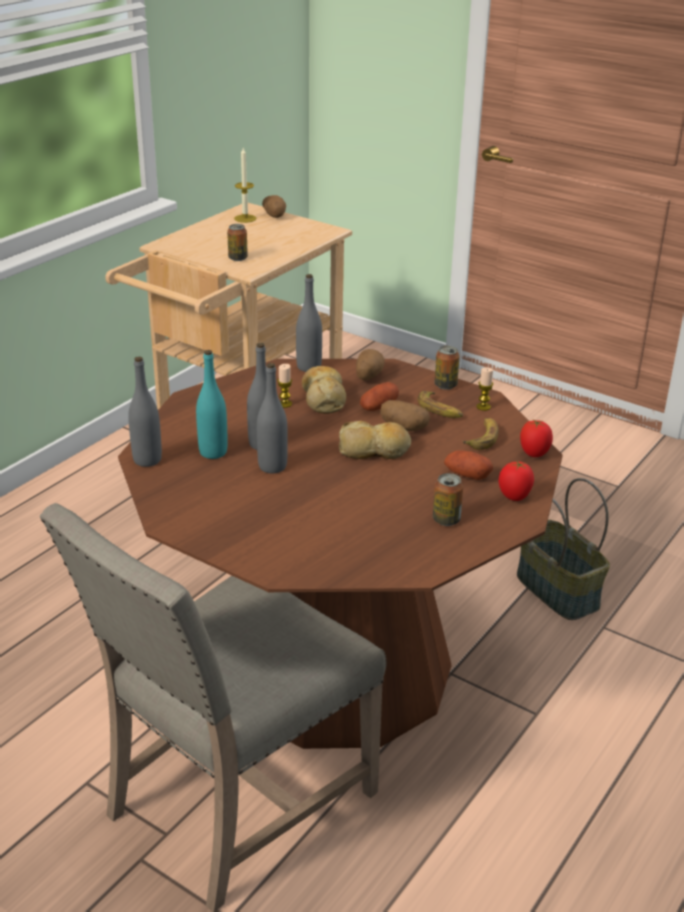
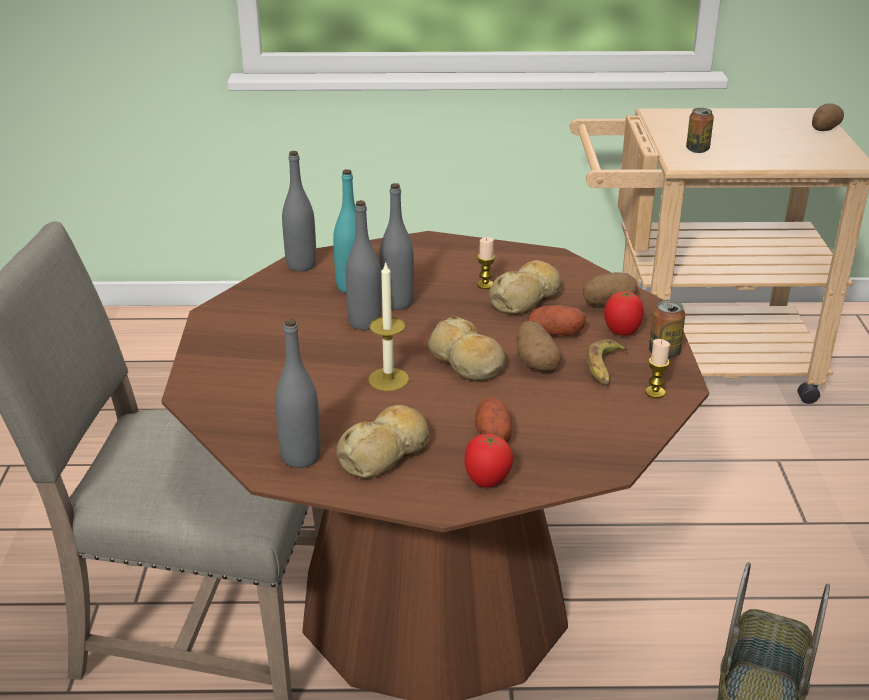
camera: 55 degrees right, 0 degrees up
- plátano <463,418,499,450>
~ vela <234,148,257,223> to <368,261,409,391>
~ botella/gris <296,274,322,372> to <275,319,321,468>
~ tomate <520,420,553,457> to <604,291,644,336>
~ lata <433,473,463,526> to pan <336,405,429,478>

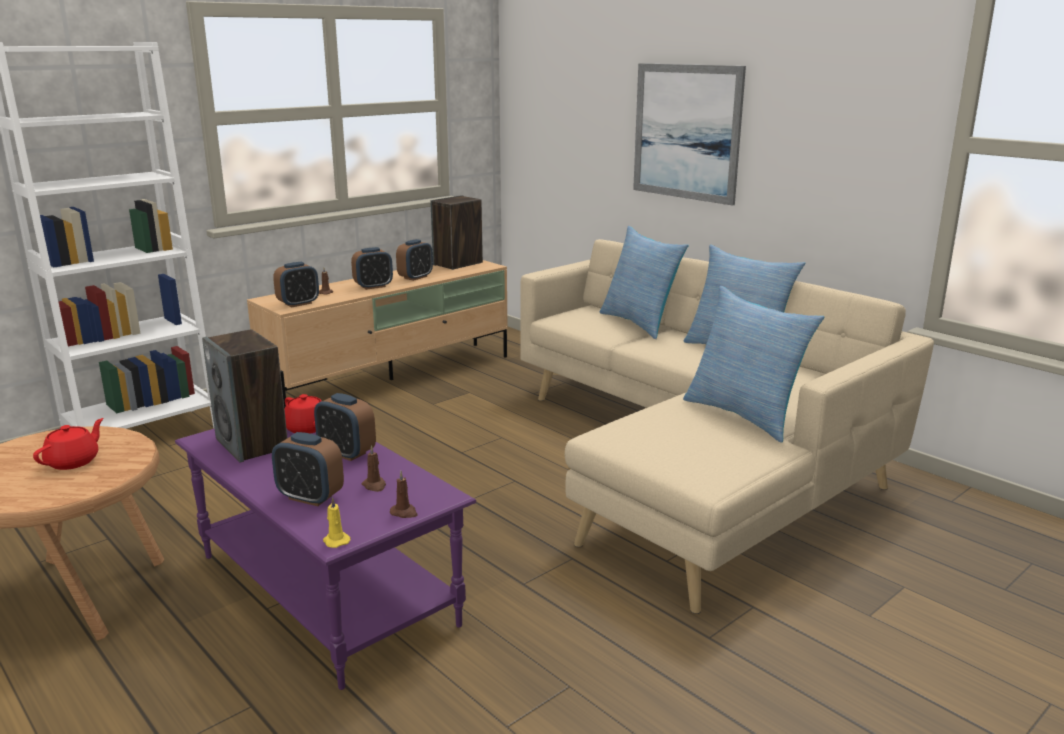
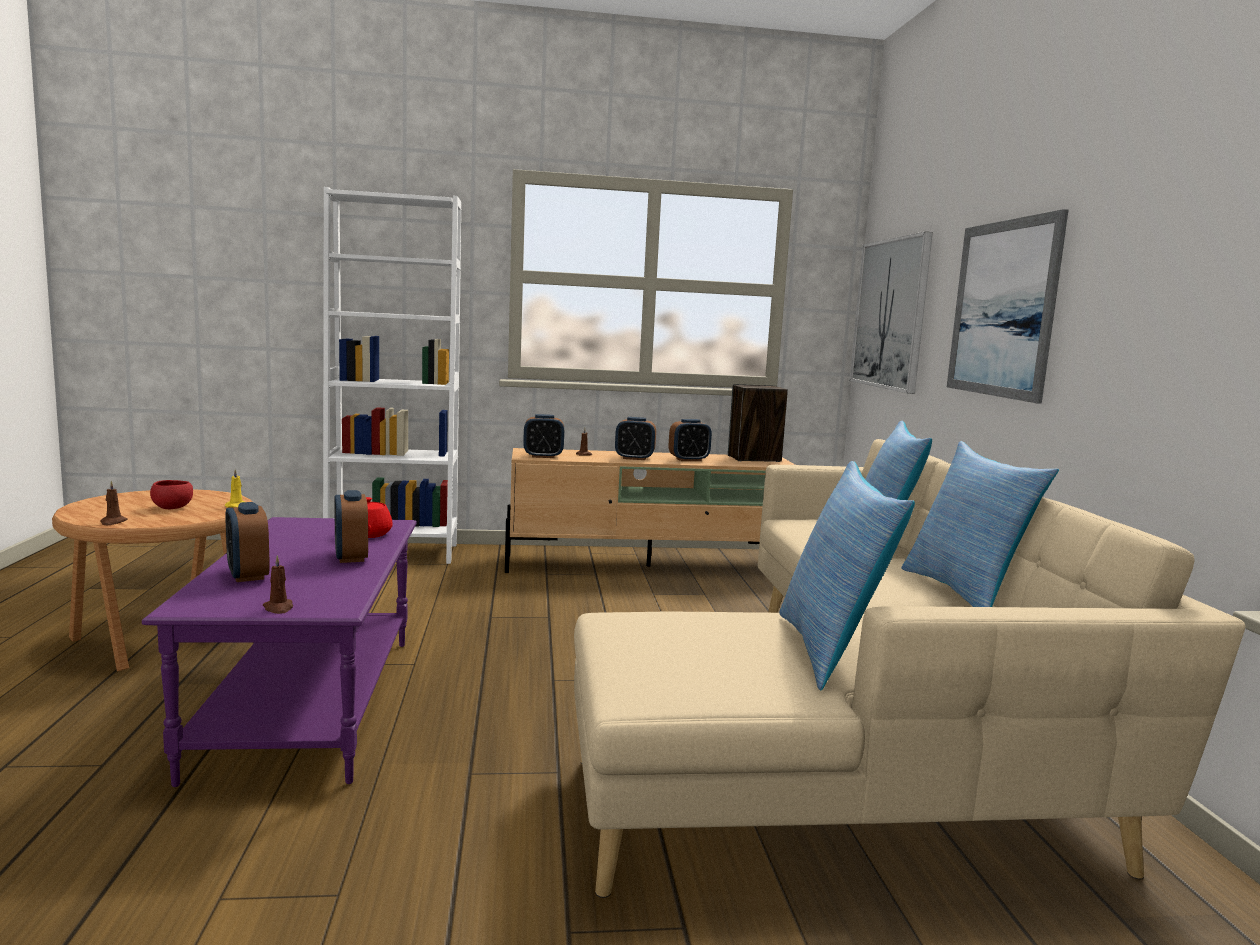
camera: 35 degrees right, 10 degrees down
- altavoz <202,329,287,463>
+ cuadro <850,232,933,394>
~ vela/amarillo <323,497,351,548> to <225,469,245,508>
~ vela/marrón <361,445,386,492> to <100,481,128,525>
~ tetera/rojo <33,418,104,470> to cuenco/rojo <150,480,193,509>

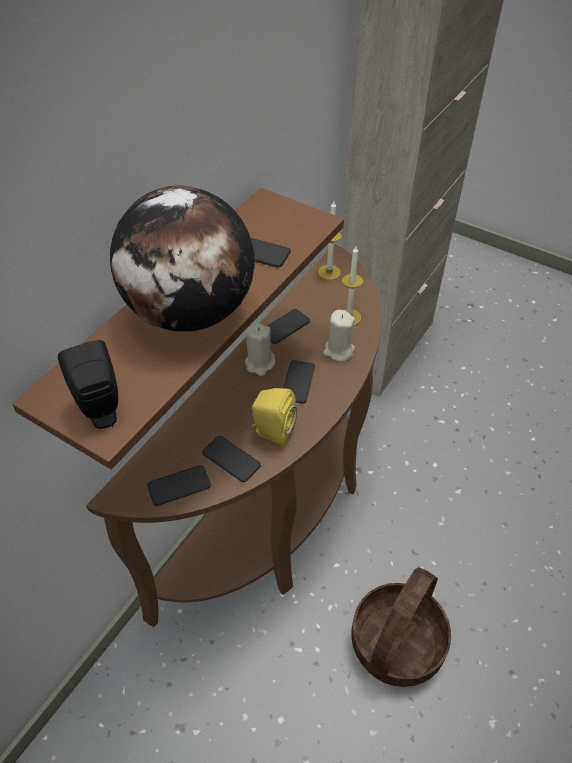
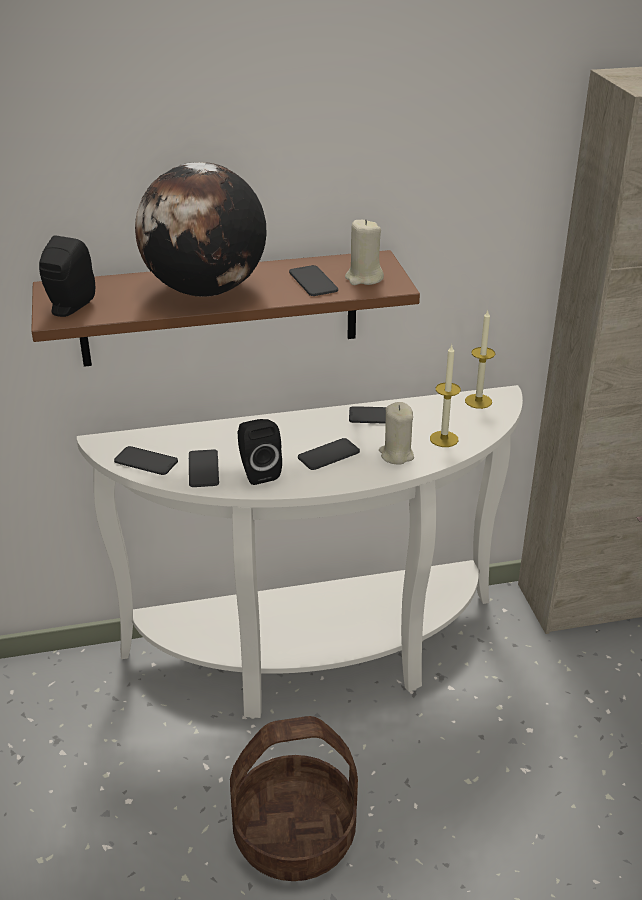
camera: 45 degrees right, 15 degrees down
~ vela/beis <245,323,275,376> to <345,219,384,285>
~ mesa consola/marrón <86,244,381,627> to mesa consola/blanco <77,385,523,719>
~ altavoz/amarillo <252,388,297,447> to altavoz/negro <238,419,282,485>

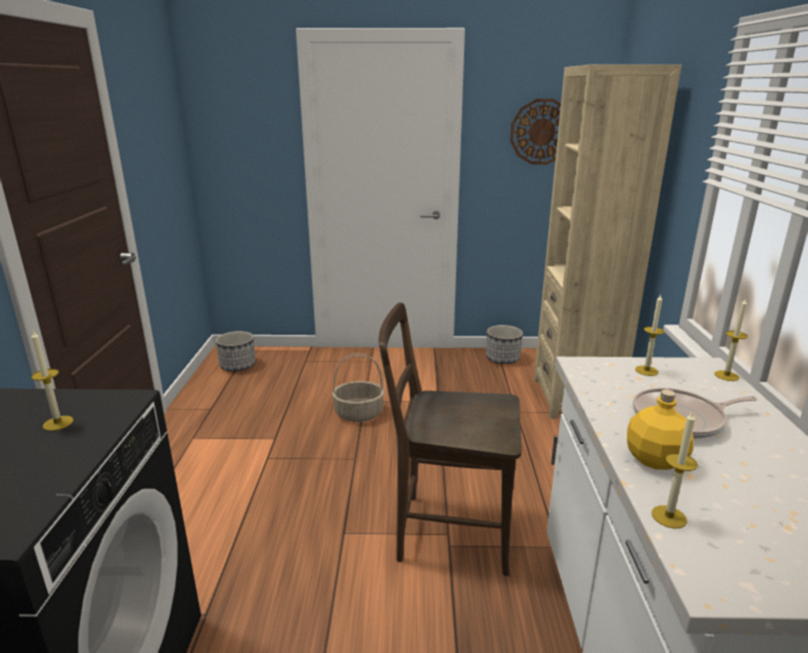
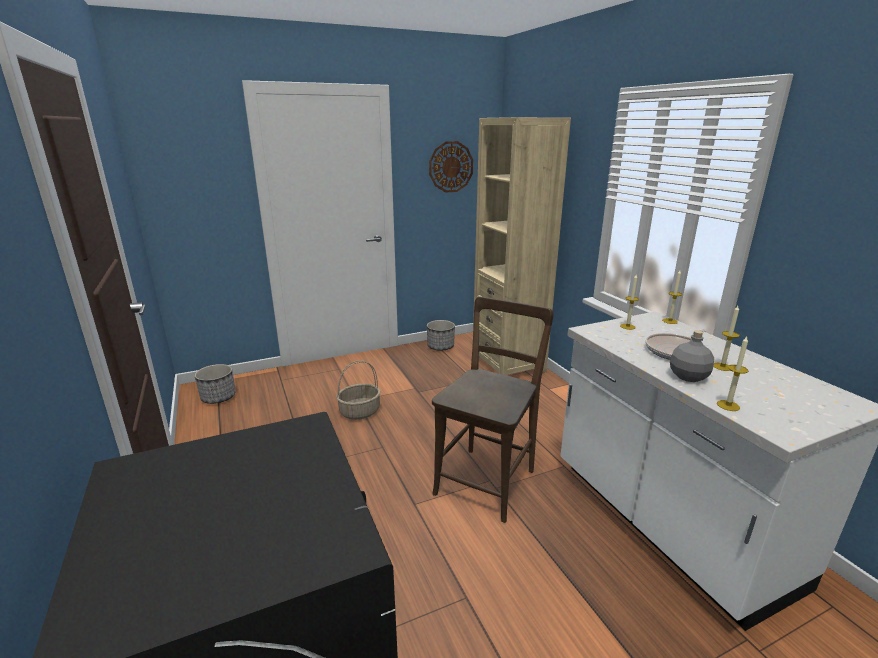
camera: 25 degrees left, 0 degrees up
~ vela <31,330,74,431> to <713,306,739,371>
~ botella/amarillo <627,389,694,470> to botella/gris <670,330,714,382>
~ silla/marrón <379,302,522,576> = <432,296,554,523> 135 degrees clockwise

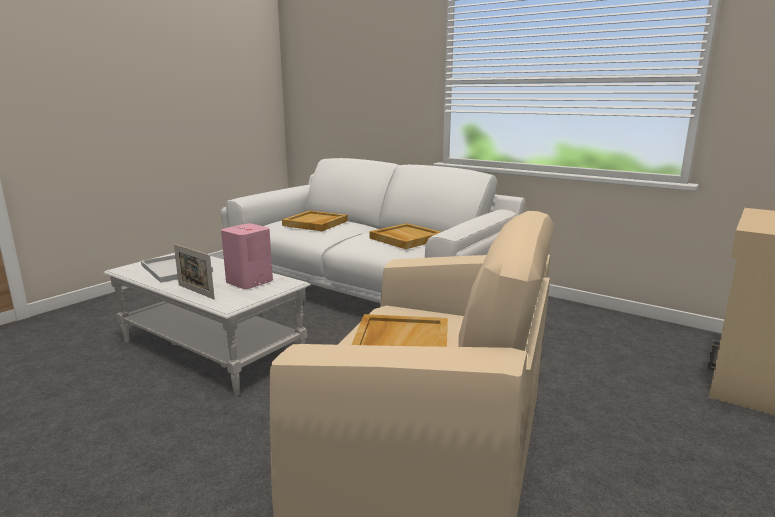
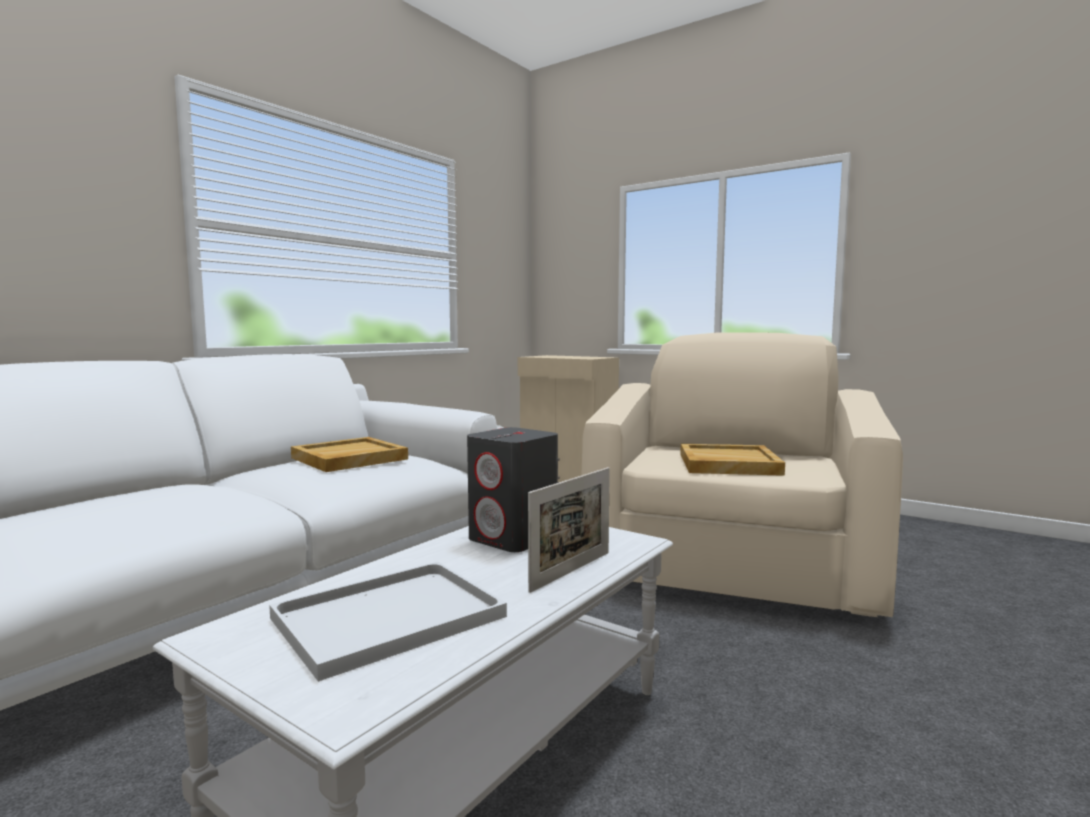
camera: 90 degrees left, 10 degrees down
- bandeja/beis <282,210,348,231>
~ altavoz/rosa <221,223,273,289> to altavoz/gris <467,427,558,552>

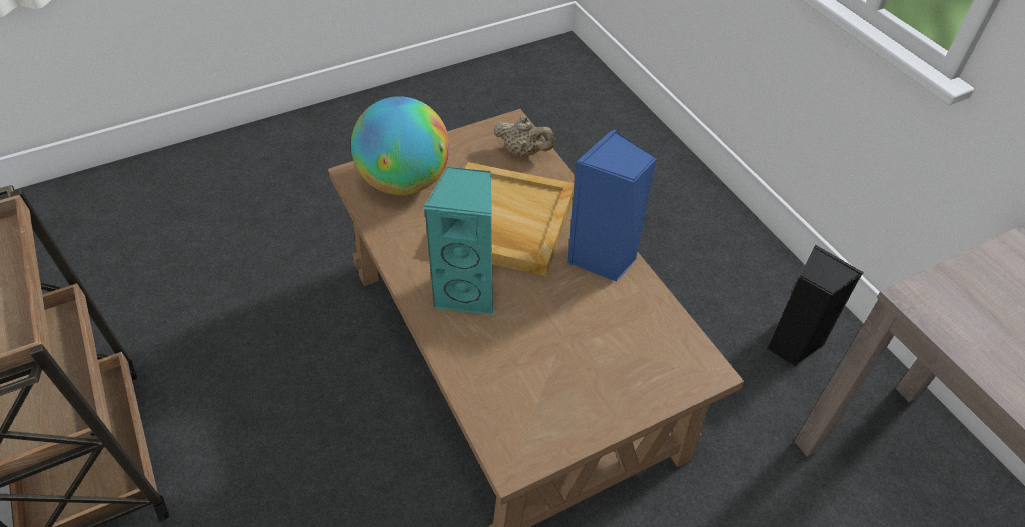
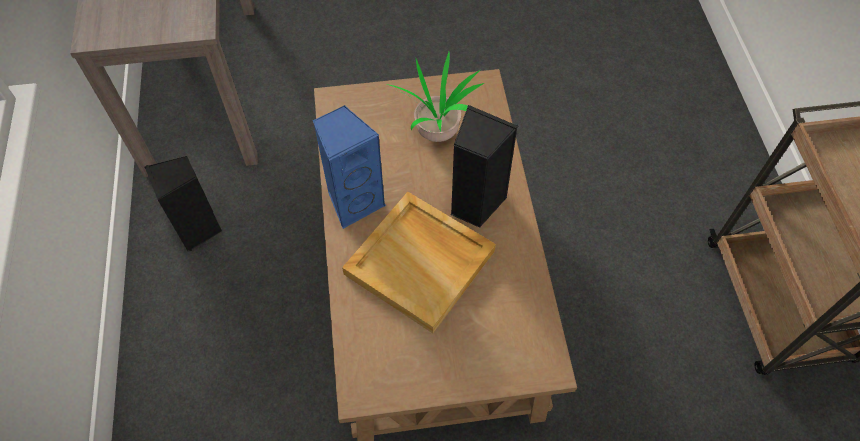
camera: 160 degrees left, 10 degrees up
- globo terráqueo <351,96,450,195>
- tetera/beis <493,115,555,157>
+ planta en maceta <385,52,484,142>
~ altavoz/turquesa <423,166,493,315> to altavoz/negro <451,105,519,228>

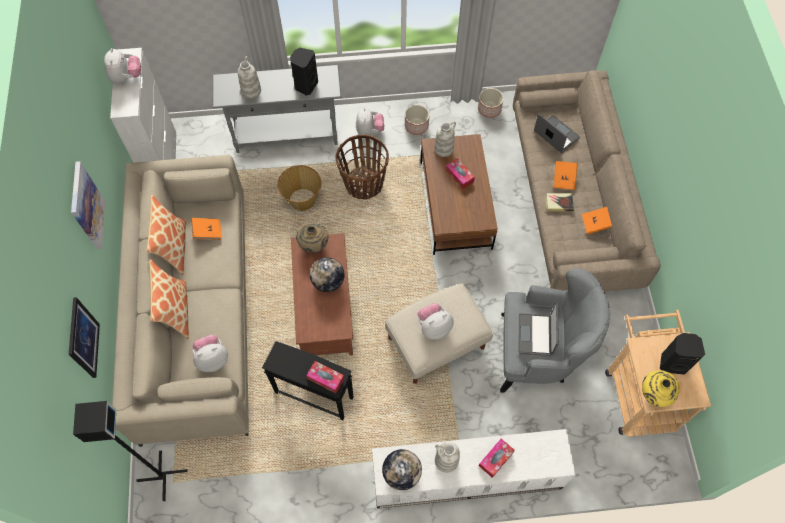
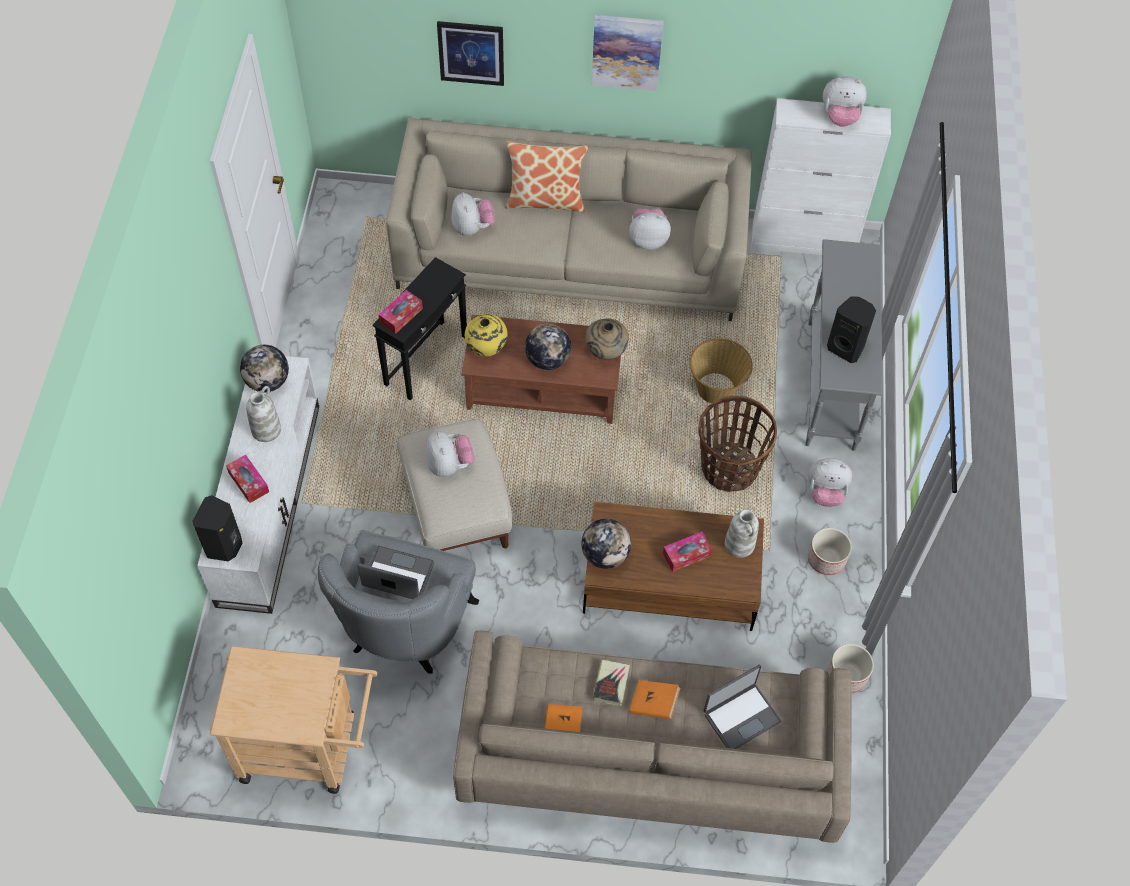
camera: 100 degrees right, 5 degrees down
- lámpara de pie/negro <73,401,188,501>
- cojín <146,194,186,275>
- florero/blanco <238,56,261,99>
+ globo terráqueo <581,519,631,569>
~ florero/amarillo <642,370,680,407> to <465,314,508,356>
~ altavoz/negro <660,333,705,375> to <192,495,243,561>
~ libro/naranja <191,218,222,240> to peluche <629,208,671,250>

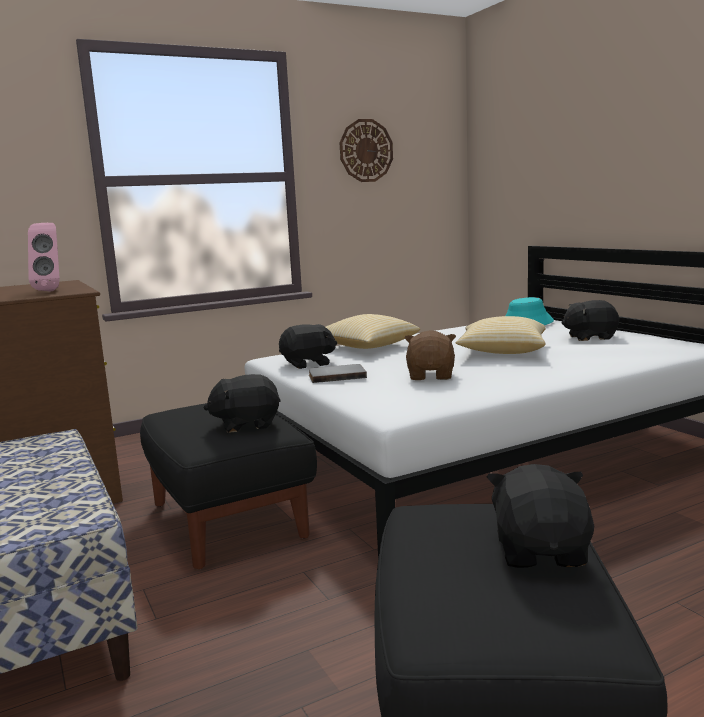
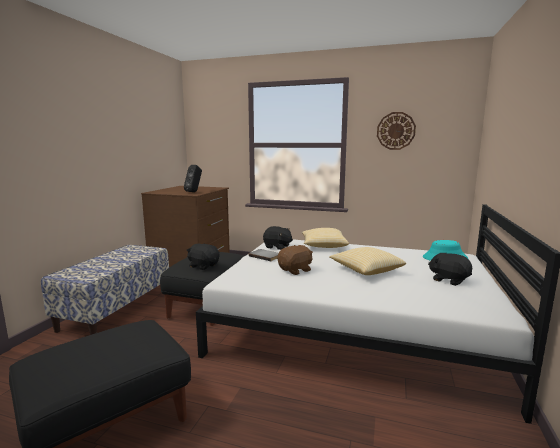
camera: 45 degrees right, 0 degrees up
- peluche/negro <487,464,594,568>
~ altavoz/rosa <28,223,59,291> to altavoz/negro <184,165,202,192>

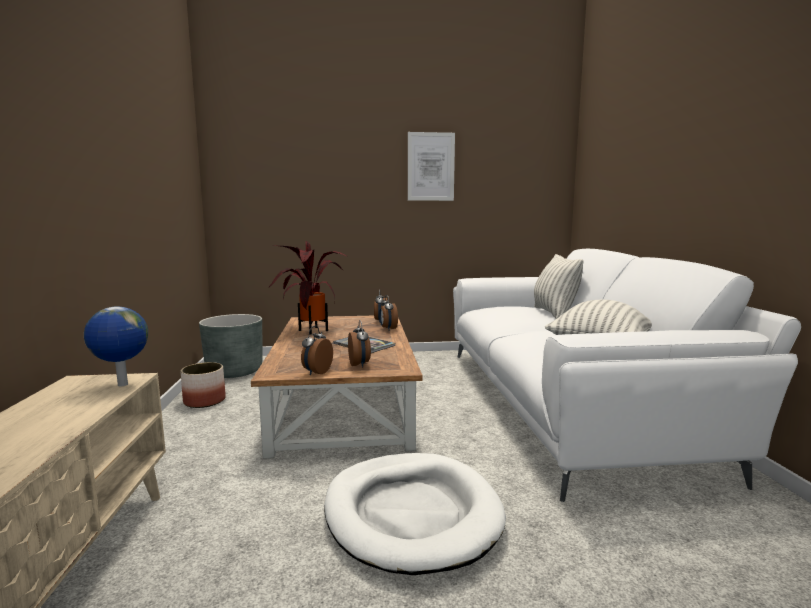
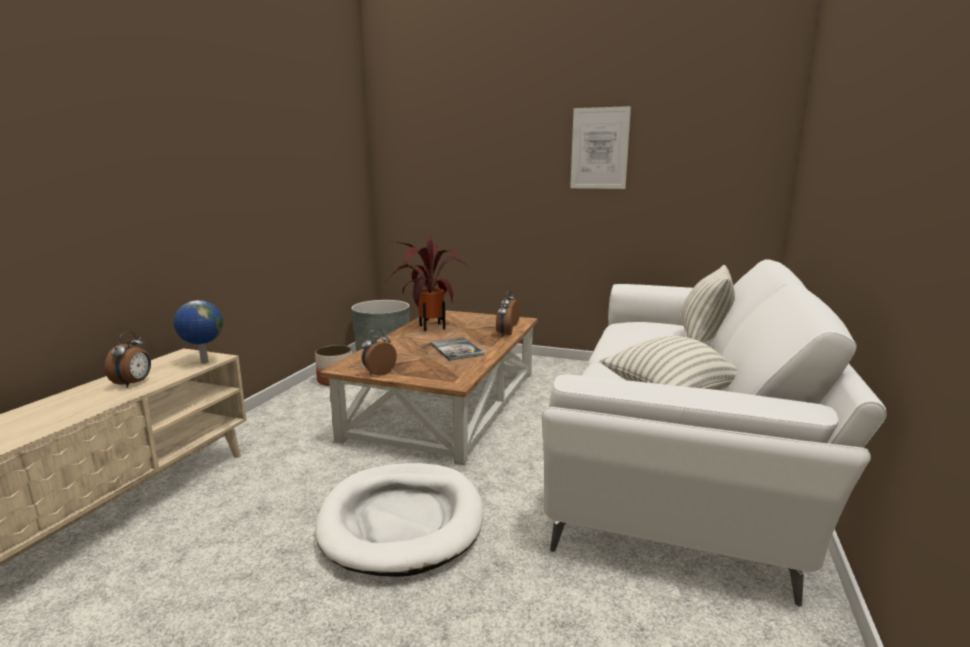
camera: 25 degrees right, 5 degrees up
~ despertador <348,320,371,367> to <105,331,151,388>

